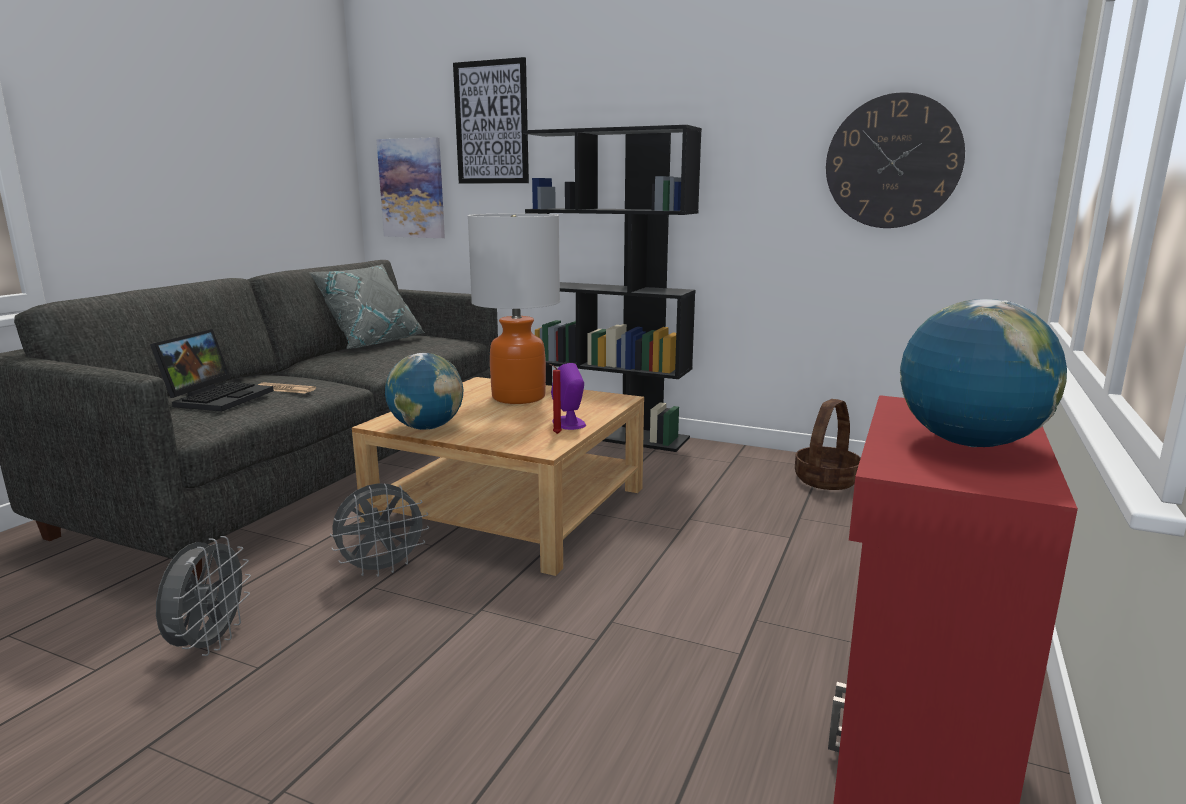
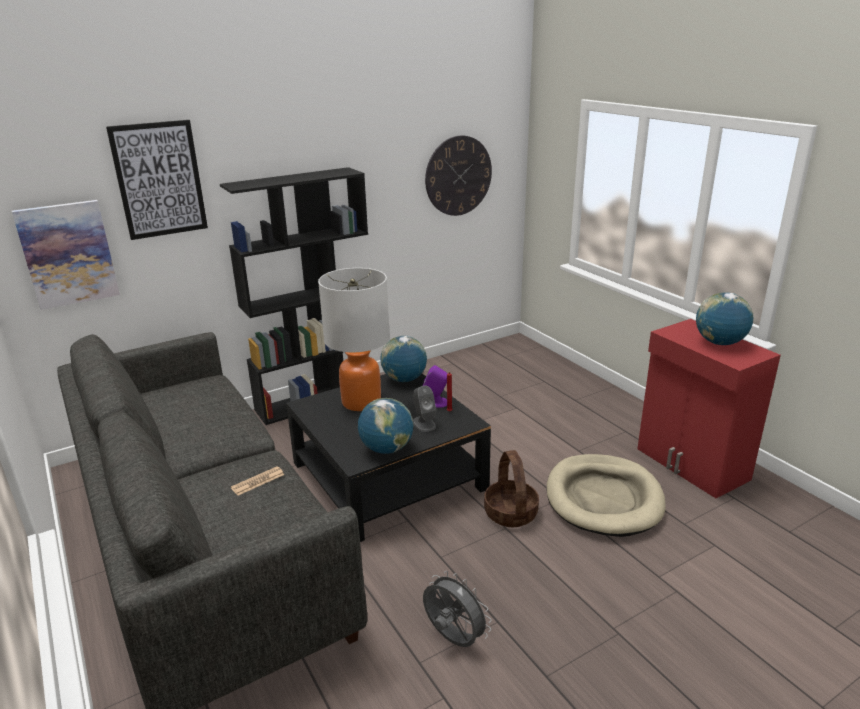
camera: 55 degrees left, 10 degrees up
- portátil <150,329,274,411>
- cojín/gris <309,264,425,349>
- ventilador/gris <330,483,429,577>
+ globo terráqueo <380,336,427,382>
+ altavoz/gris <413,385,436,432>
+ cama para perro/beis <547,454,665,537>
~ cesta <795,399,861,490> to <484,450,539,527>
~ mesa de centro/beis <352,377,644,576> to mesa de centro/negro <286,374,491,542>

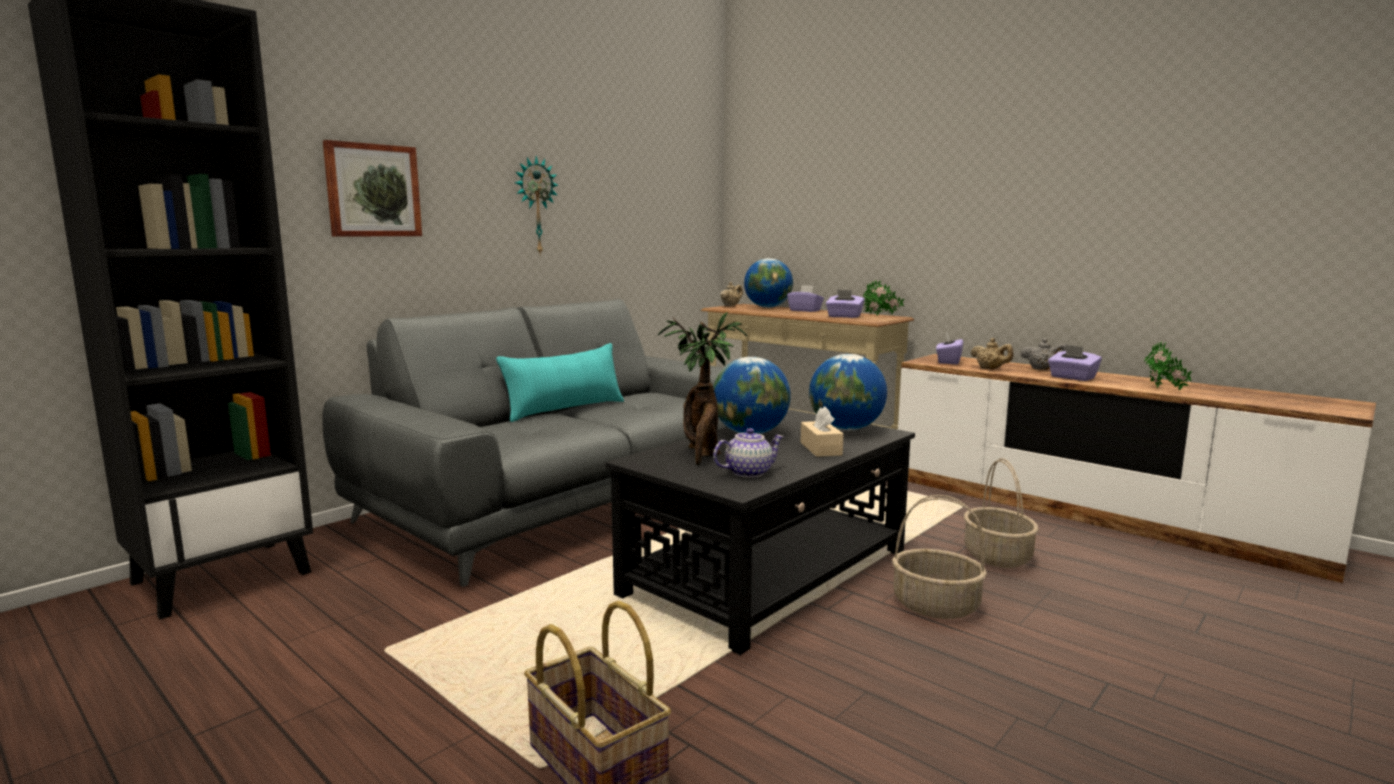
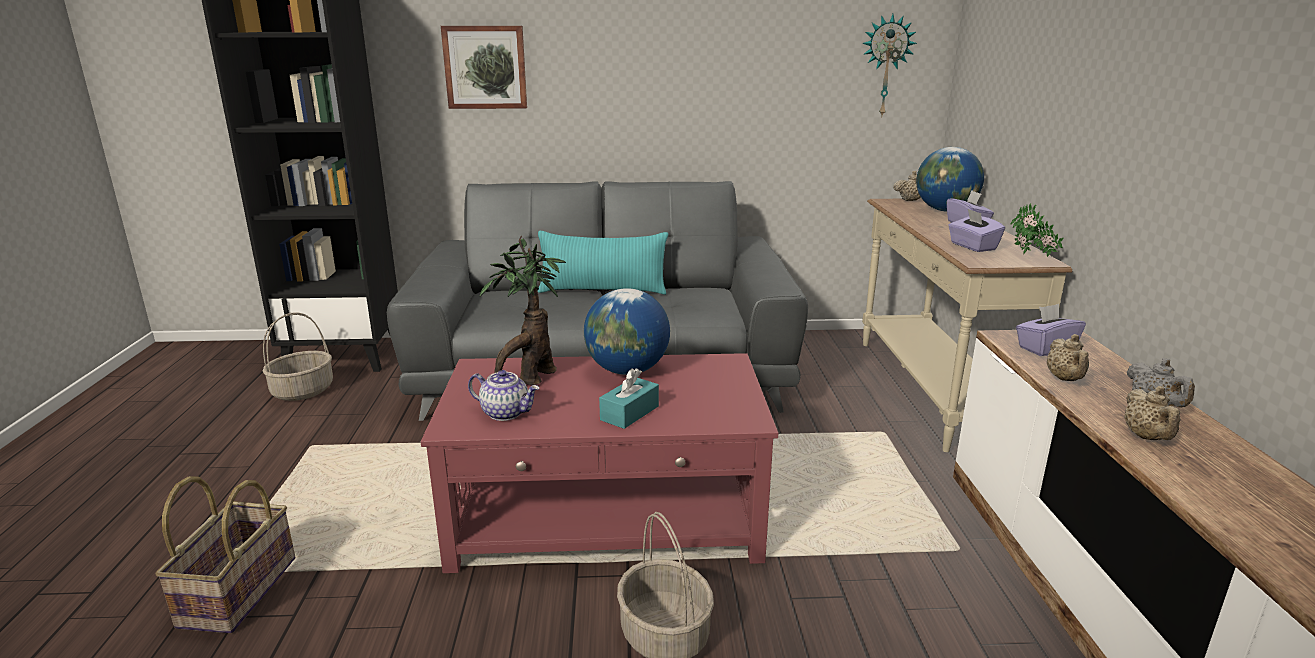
camera: 45 degrees right, 10 degrees up
- globo terráqueo <809,354,887,431>
- planta en maceta <1144,341,1192,390>
~ reloj de pared <514,156,558,253> to <862,14,917,118>
~ cesta <964,458,1039,568> to <262,312,333,401>
~ caja de pañuelos/morado <1048,345,1102,381> to tetera/beis <1124,386,1181,440>
~ mesa de centro/negro <606,409,915,655> to mesa de centro/rojo <421,353,778,573>
~ caja de pañuelos/beis <800,406,844,457> to caja de pañuelos/turquesa <599,368,659,429>

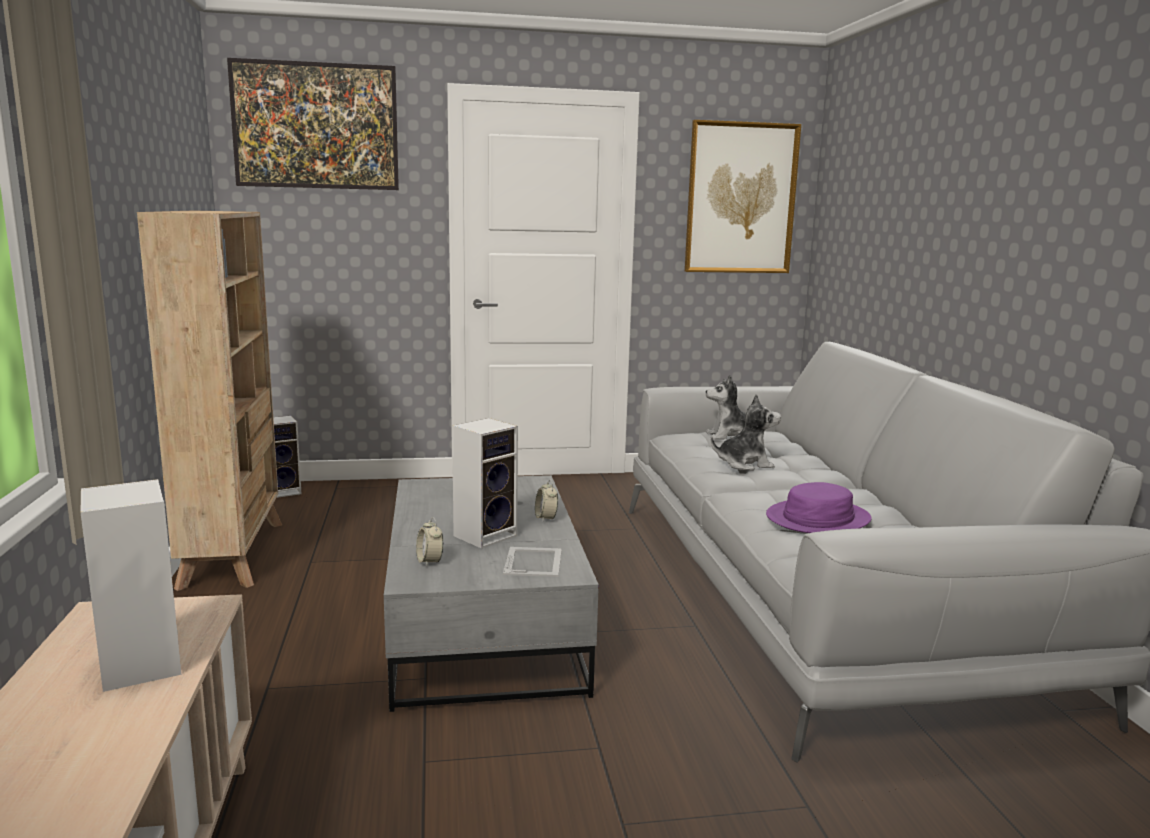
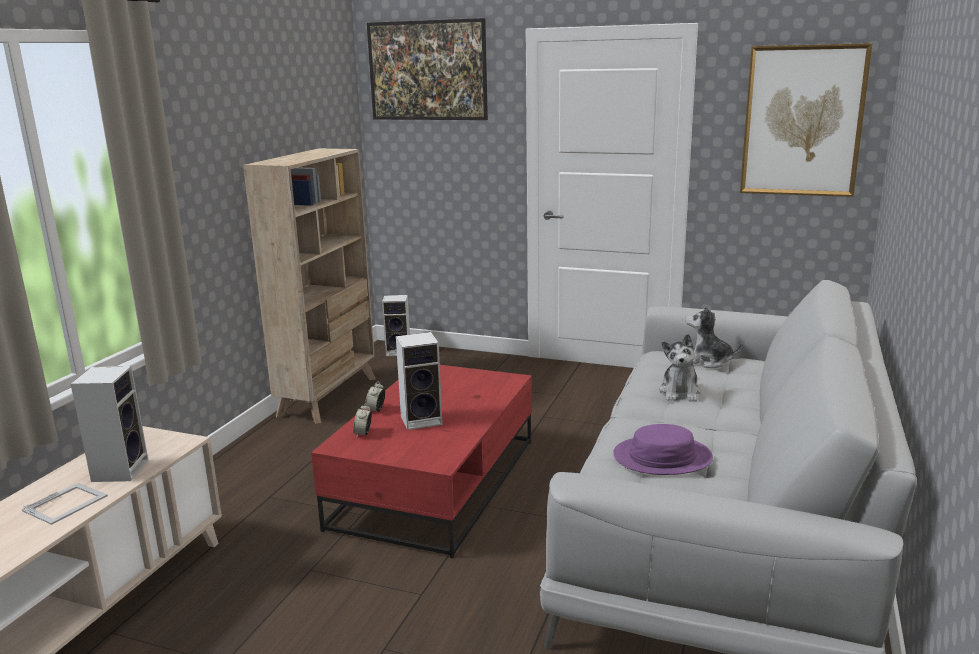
camera: 30 degrees right, 5 degrees up
~ portarretratos <503,547,562,577> to <22,483,108,525>
~ despertador <535,479,558,522> to <365,381,385,412>
~ mesa de centro/gris <384,475,599,712> to mesa de centro/rojo <311,365,532,558>
~ peluche <711,394,781,471> = <659,334,701,402> 75 degrees clockwise

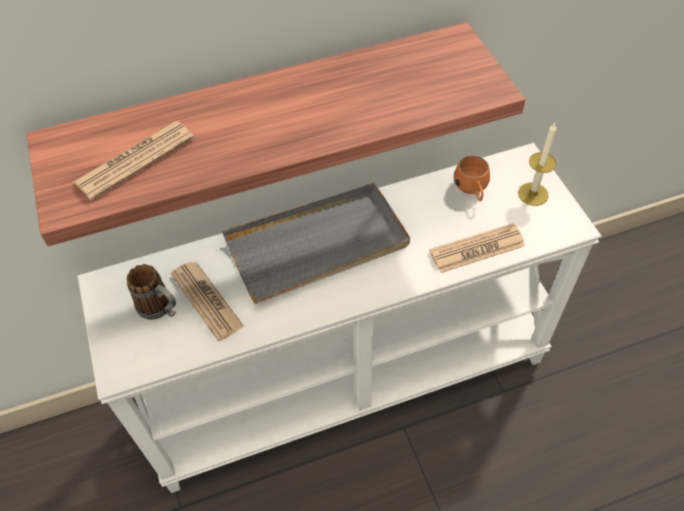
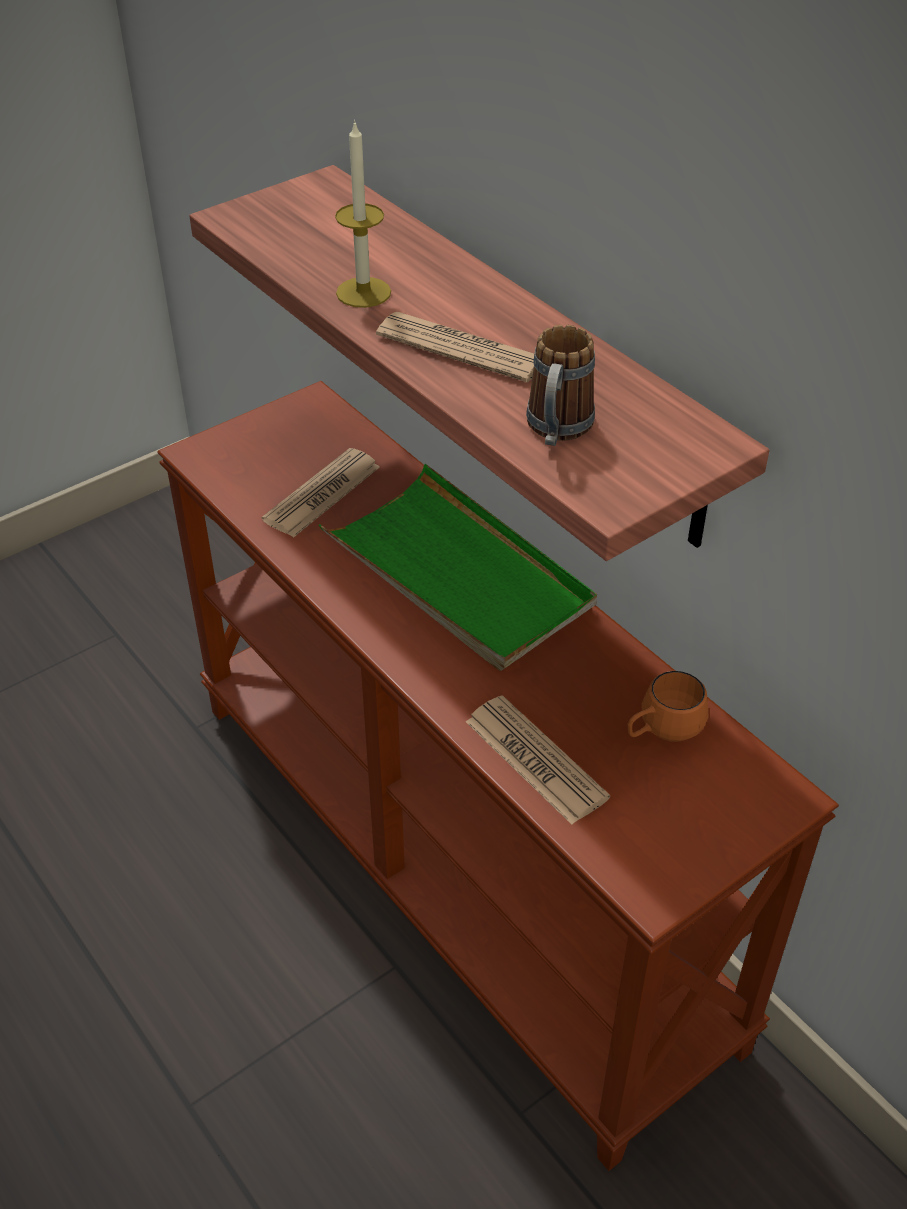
camera: 70 degrees right, 10 degrees down
~ periódico <74,121,194,201> to <376,312,534,382>
~ taza grande <127,264,176,320> to <526,325,595,446>
~ vela <518,123,557,206> to <335,120,391,308>
~ mesa consola/blanco <77,143,602,493> to mesa consola/marrón <157,381,839,1171>
~ bandeja/gris <222,183,410,304> to bandeja/verde <319,464,597,671>

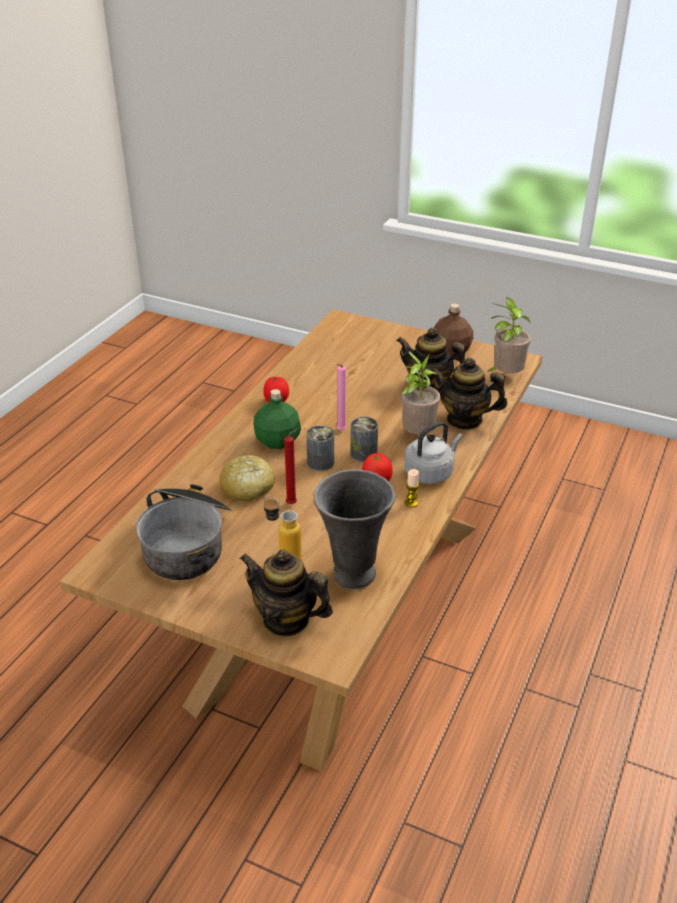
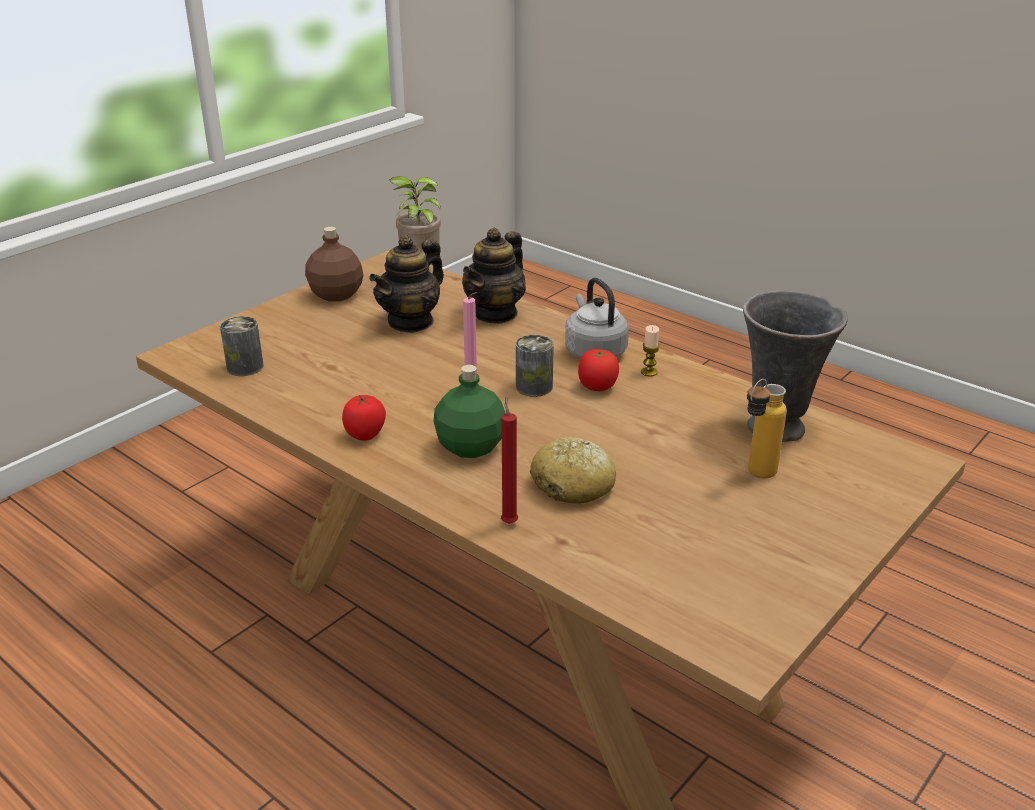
camera: 75 degrees left, 5 degrees down
- olla <136,484,231,580>
- tetera <240,549,333,637>
- planta en maceta <401,351,441,435>
~ vela/rojo <284,428,298,504> to <501,396,518,524>
~ lata <306,425,334,471> to <220,316,264,376>

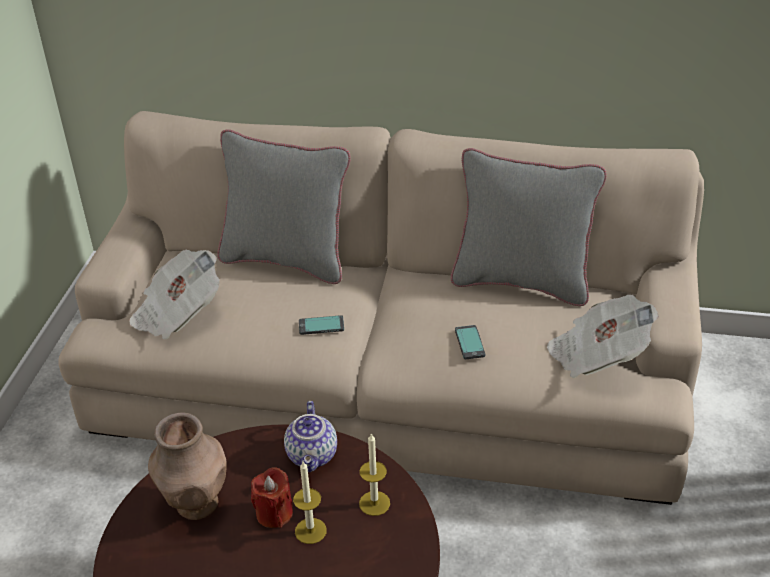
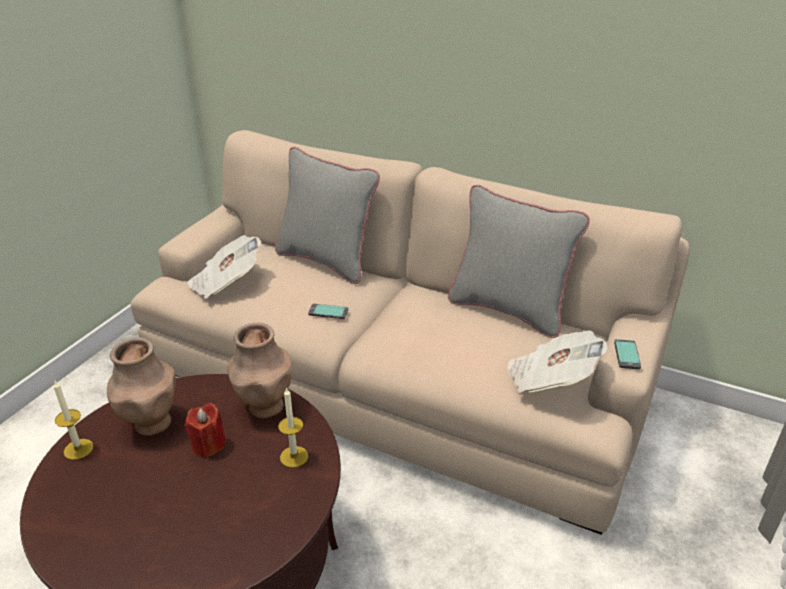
camera: 15 degrees right, 5 degrees down
~ vela <293,461,327,544> to <53,381,93,460>
~ móvil <455,325,485,359> to <614,339,641,369>
~ tetera <284,401,337,472> to florero/marrón <227,323,292,418>

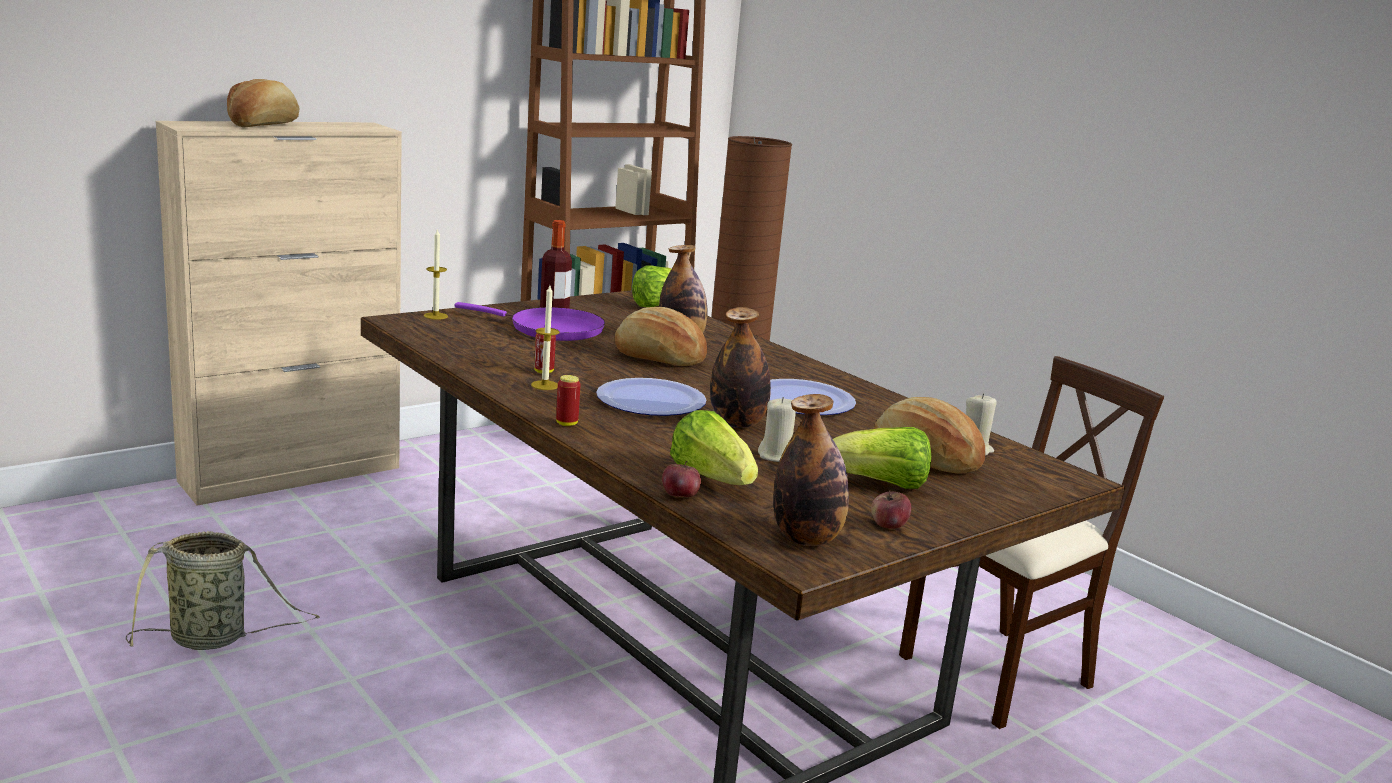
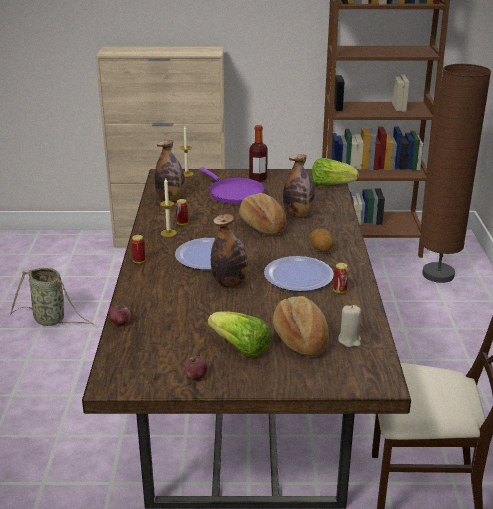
camera: 40 degrees right, 10 degrees up
- pan <227,79,300,127>
- lechuga <670,410,758,485>
- vela/beis <758,397,796,462>
+ patata <310,229,334,252>
+ lata <333,263,349,293>
~ botella <773,394,849,546> to <155,140,185,201>

